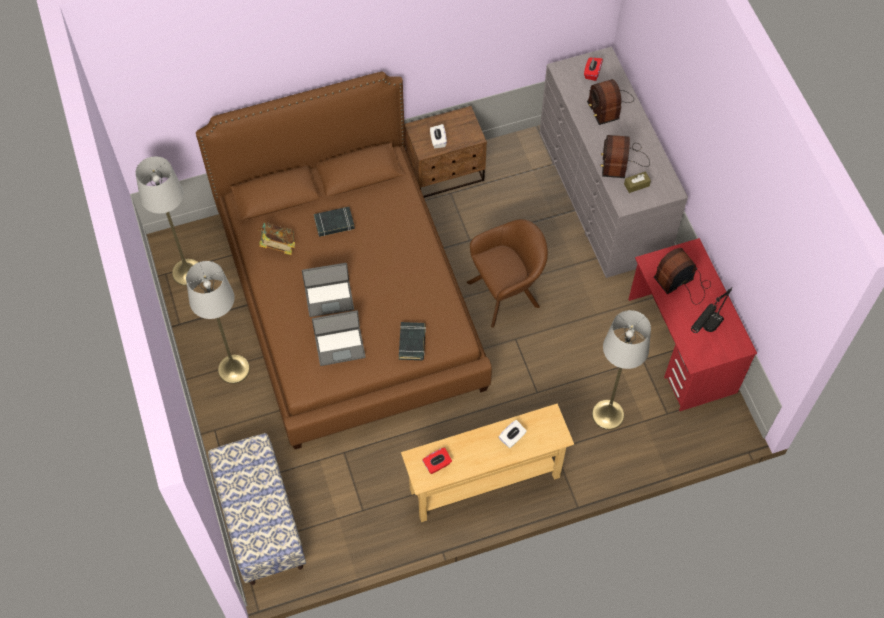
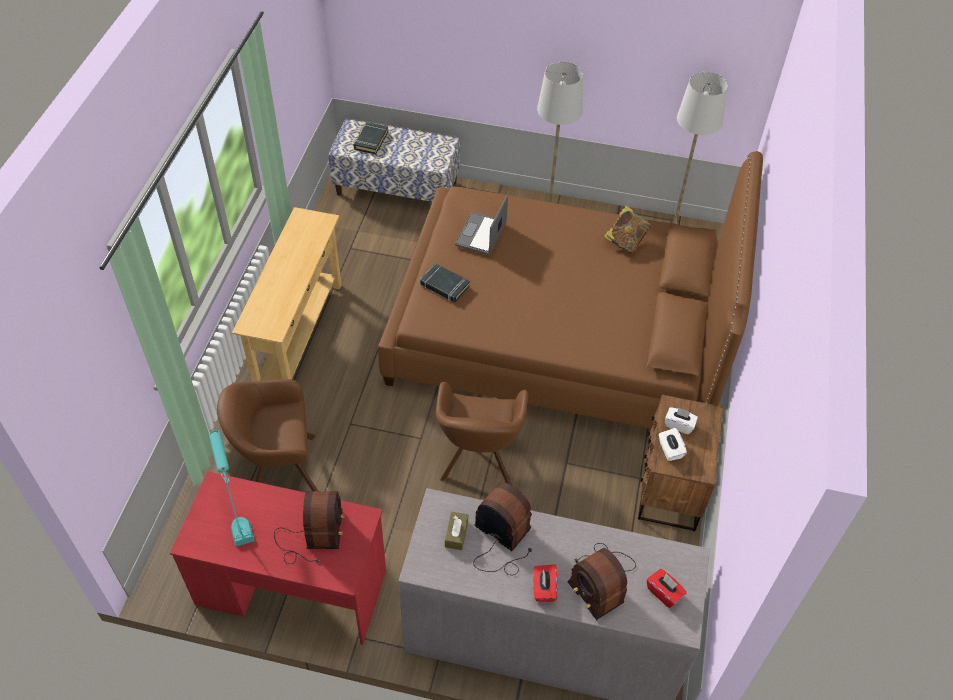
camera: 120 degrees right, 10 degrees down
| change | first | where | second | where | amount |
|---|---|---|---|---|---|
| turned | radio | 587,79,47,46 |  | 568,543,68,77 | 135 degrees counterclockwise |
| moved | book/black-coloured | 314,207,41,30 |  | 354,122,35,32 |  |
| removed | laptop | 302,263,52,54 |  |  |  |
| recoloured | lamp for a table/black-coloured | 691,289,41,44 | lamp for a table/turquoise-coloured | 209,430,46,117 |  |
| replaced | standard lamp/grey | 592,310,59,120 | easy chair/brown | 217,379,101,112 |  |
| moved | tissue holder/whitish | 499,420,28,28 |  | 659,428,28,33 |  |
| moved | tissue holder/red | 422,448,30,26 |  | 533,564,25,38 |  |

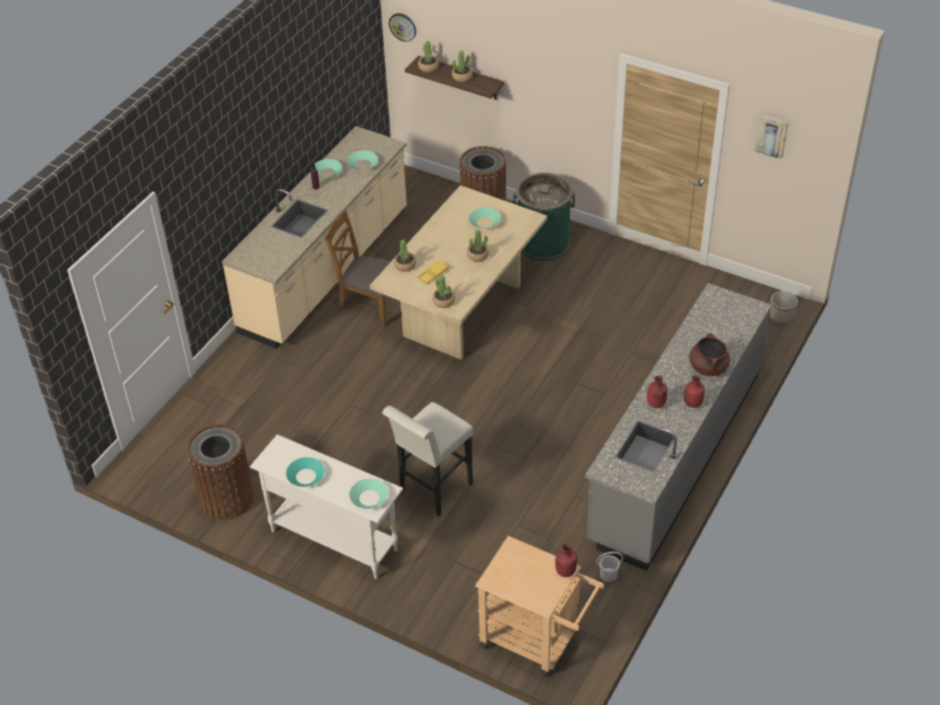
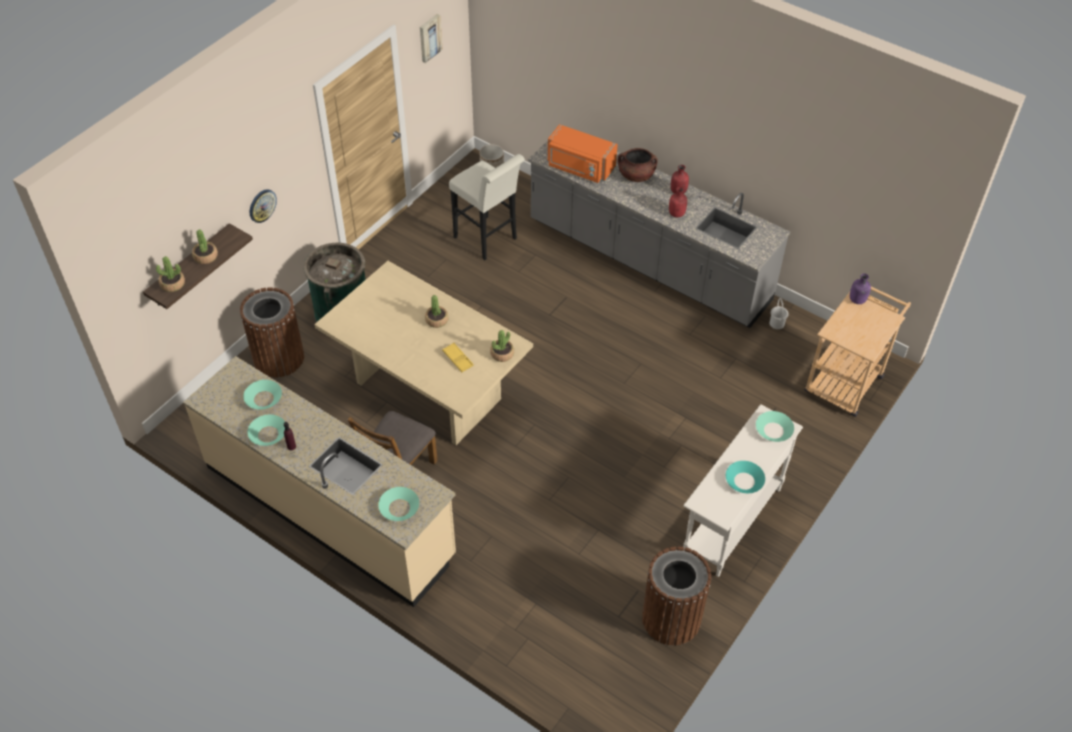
camera: 85 degrees left, 5 degrees up
| change | first | where | second | where | amount |
|---|---|---|---|---|---|
| moved | clock on the wall | 389,13,27,29 |  | 250,189,27,34 |  |
| moved | deep dish/turquoise-coloured | 469,208,32,20 |  | 378,487,41,34 |  |
| removed | houseplant | 394,240,22,32 |  |  |  |
| moved | stool seat/whitish | 382,402,91,114 |  | 449,154,76,106 |  |
| recoloured | drink bottle/red | 555,543,22,34 | drink bottle/purple-coloured | 850,274,21,30 |  |
| added |  |  | microwave oven/orange | 548,124,70,59 |  |

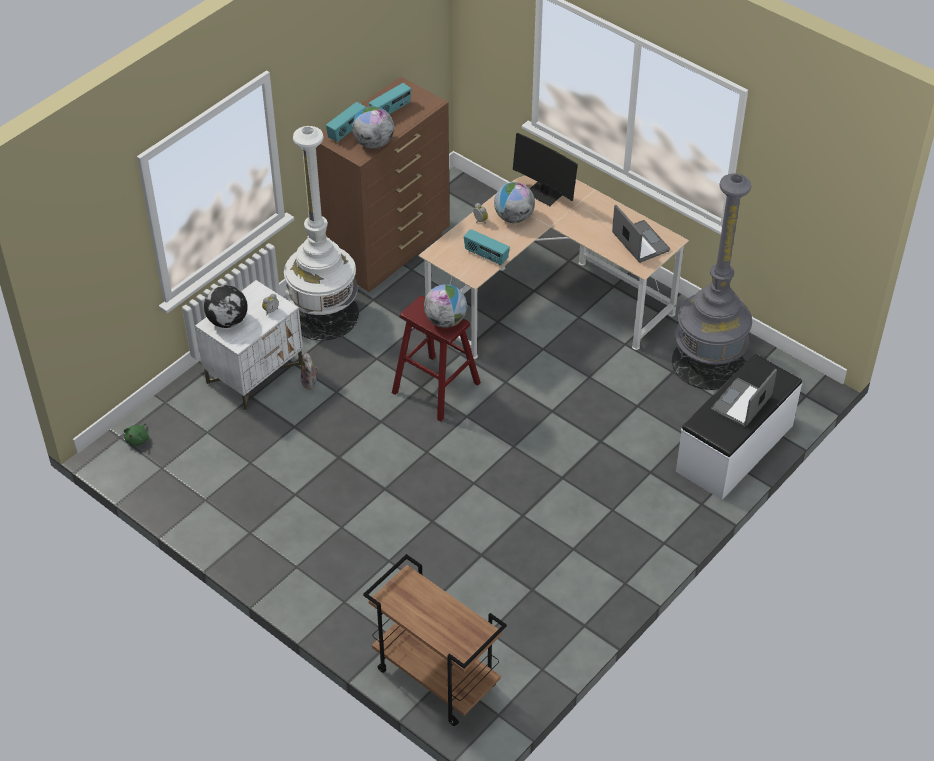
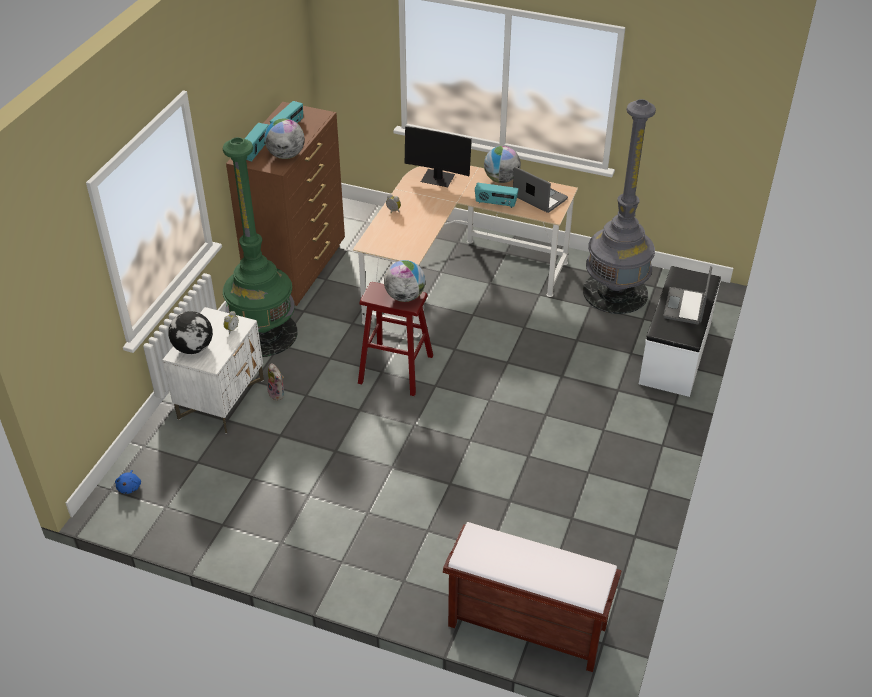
camera: 20 degrees left, 5 degrees down
| change | first | where | second | where | amount |
|---|---|---|---|---|---|
| recoloured | standard lamp/whitish | 284,126,75,215 | standard lamp/greenish | 223,137,75,220 |  |
| moved | world globe | 494,182,41,41 |  | 484,146,37,37 |  |
| moved | radio | 464,229,46,37 |  | 475,183,44,25 |  |
| recoloured | cuddly toy/greenish | 124,423,25,23 | cuddly toy/blue | 115,470,26,24 |  |
| replaced | wheeled cart/brown | 363,554,144,172 | long seat/brown | 443,522,179,150 |  |

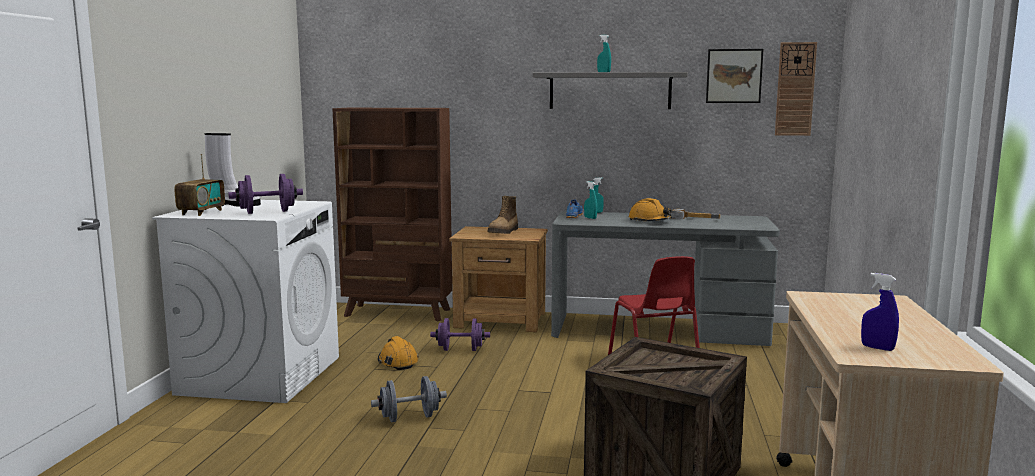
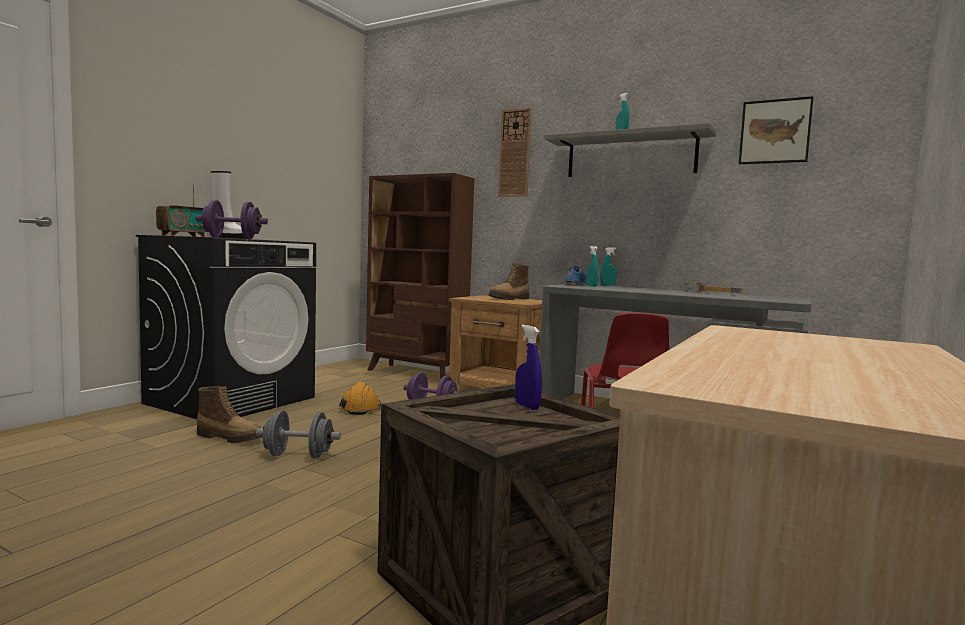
camera: 20 degrees right, 5 degrees down
| change | first | where | second | where | amount |
|---|---|---|---|---|---|
| moved | clock on the wall | 775,42,42,94 |  | 498,108,34,89 |  |
| removed | safety helmet/orange | 628,198,44,24 |  |  |  |
| recoloured | laundry appliance/whitish | 152,200,187,203 | laundry appliance/black-coloured | 136,235,180,184 |  |
| moved | sprayer/blue | 861,273,38,78 |  | 515,325,27,85 |  |
| added |  |  | tall boot | 197,386,65,57 |  |

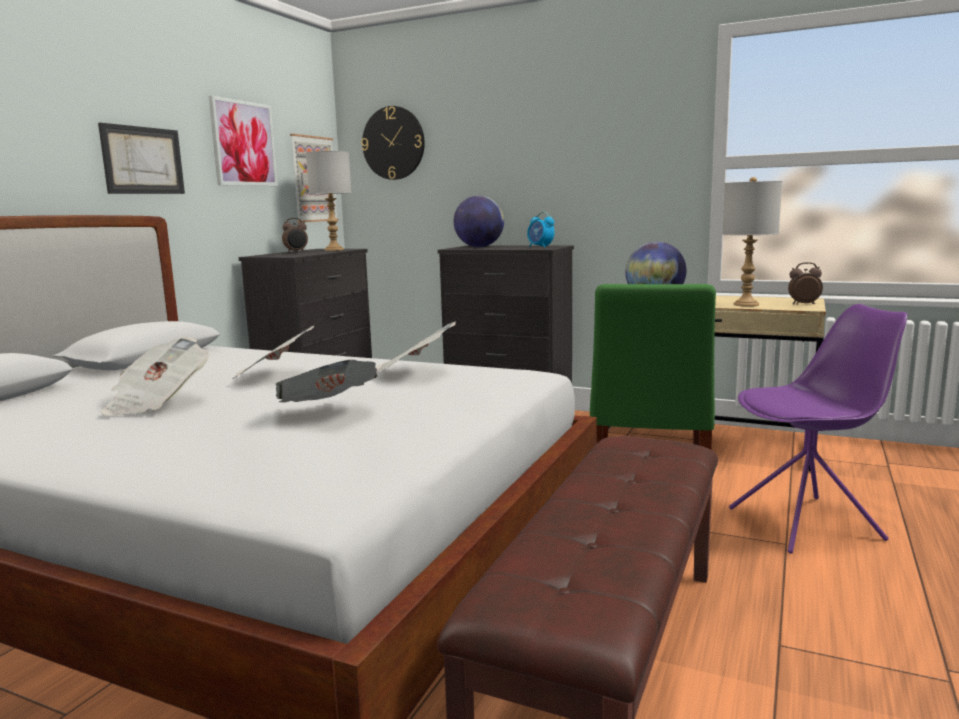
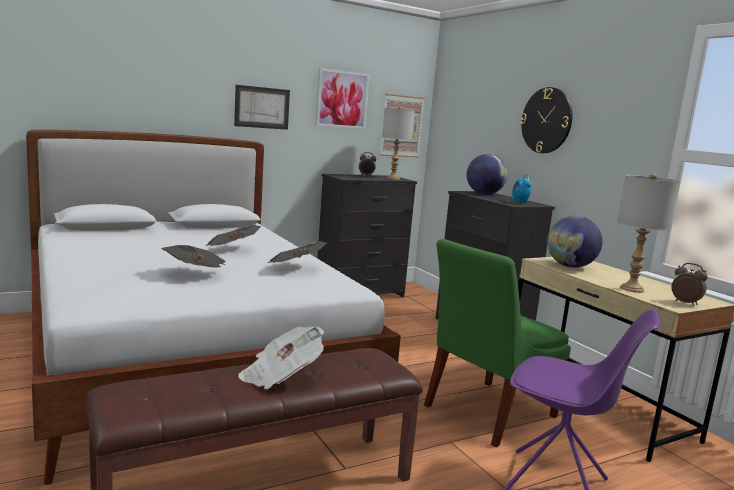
camera: 35 degrees right, 0 degrees up
| change | first | where | second | where | amount |
|---|---|---|---|---|---|
| moved | clock on the wall | 361,106,64,74 |  | 520,87,52,66 |  |
| moved | newspaper | 101,337,108,79 |  | 238,326,86,63 |  |

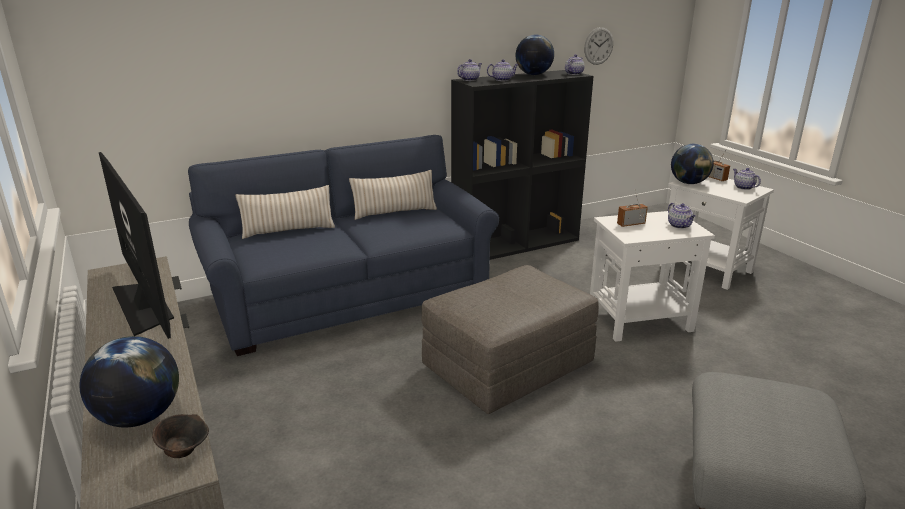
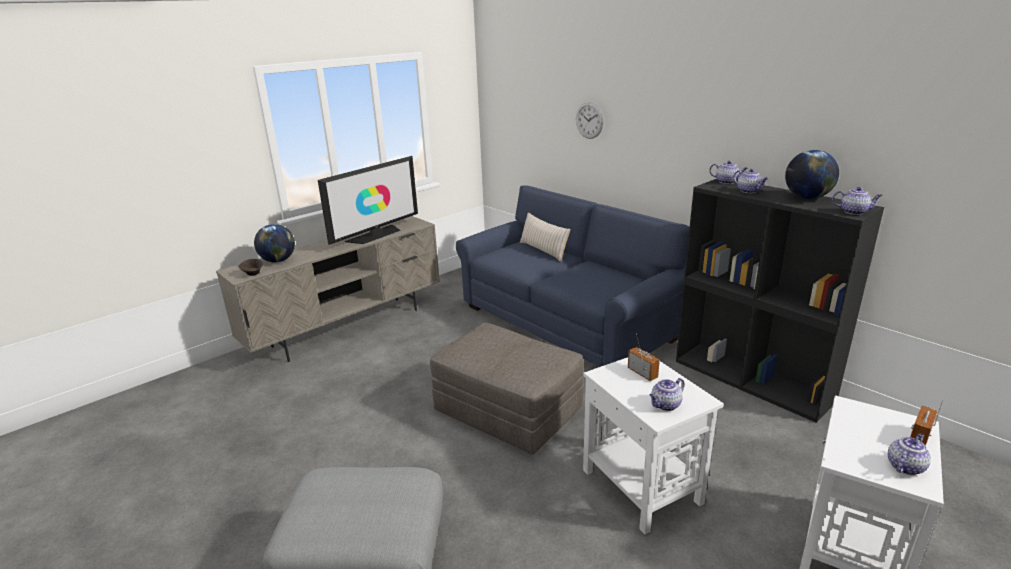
camera: 75 degrees right, 0 degrees up
| change | first | where | second | where | amount |
|---|---|---|---|---|---|
| moved | clock on the wall | 584,27,29,38 |  | 576,102,28,37 |  |
| removed | world globe | 671,144,43,40 |  |  |  |
| removed | cushion/beige-coloured | 349,170,88,50 |  |  |  |

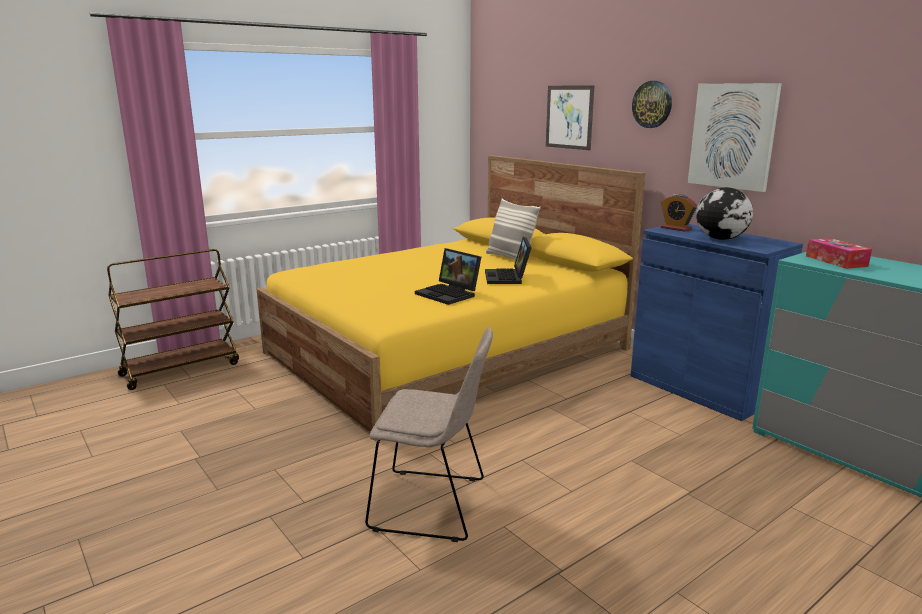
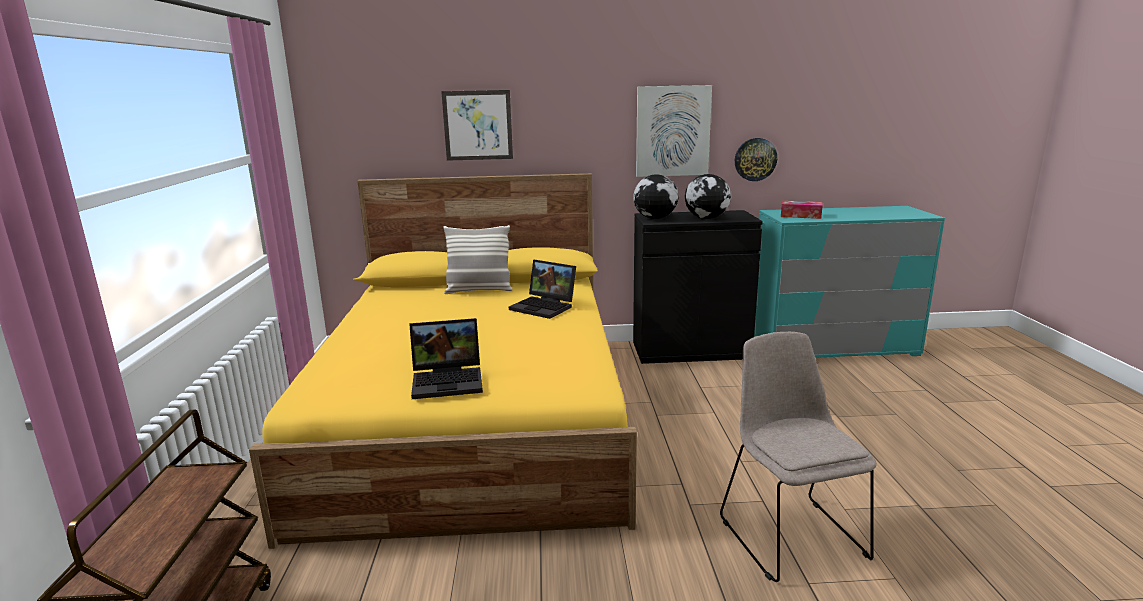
camera: 55 degrees left, 0 degrees up
| change | first | where | second | where | amount |
|---|---|---|---|---|---|
| moved | clock on the wall | 632,81,40,47 |  | 735,138,42,43 |  |
| replaced | table clock | 661,194,36,38 | world globe | 633,174,46,45 |  |
| recoloured | cupboard/blue | 631,224,172,197 | cupboard/black-coloured | 633,210,130,154 |  |
| moved | laptop | 415,248,66,57 |  | 409,318,74,81 |  |
| turned | upright chair/beige-coloured | 365,328,128,214 |  | 720,332,157,250 | 60 degrees counterclockwise |

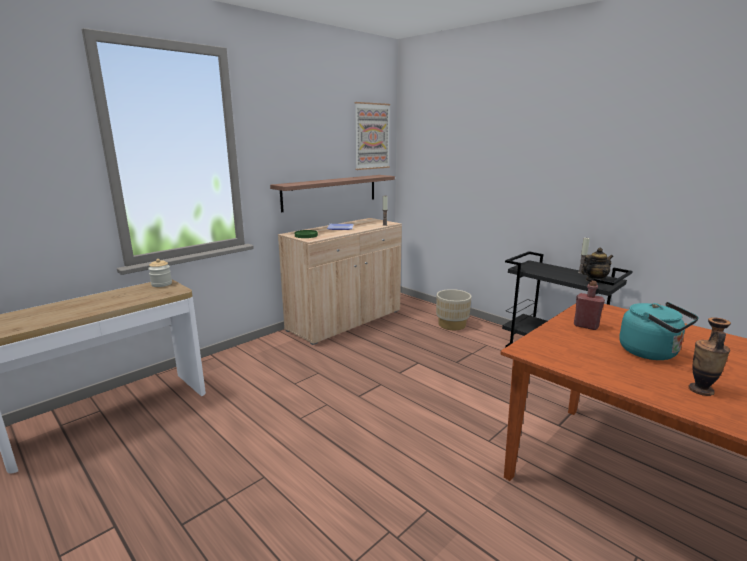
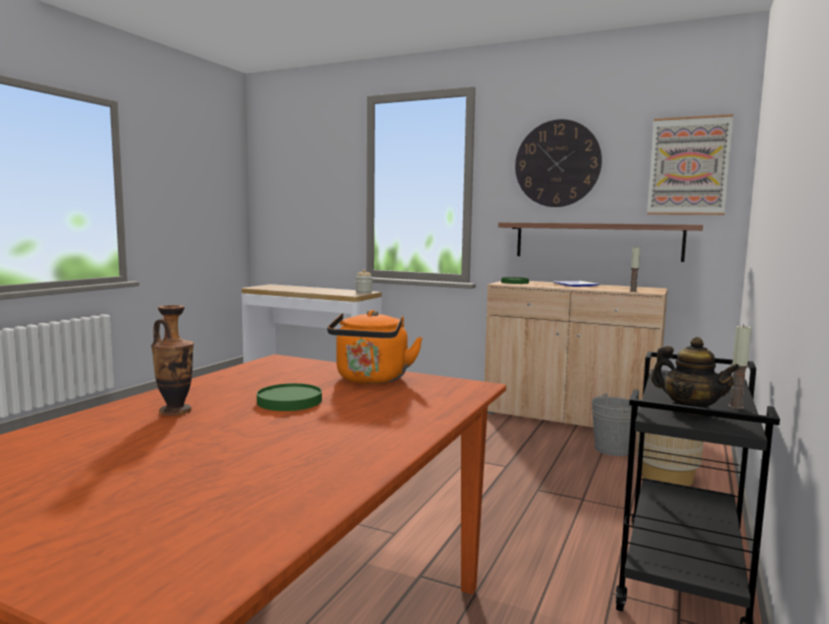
camera: 70 degrees right, 10 degrees down
| change | first | where | second | where | amount |
|---|---|---|---|---|---|
| replaced | drink bottle/red | 574,281,31,49 | tea kettle/orange | 327,310,96,74 |  |
| replaced | tea kettle/turquoise-coloured | 619,302,80,58 | flat dish/greenish | 257,383,65,28 |  |
| added |  |  | clock on the wall | 515,119,87,88 |  |
| added |  |  | pail/grey | 591,393,49,63 |  |

